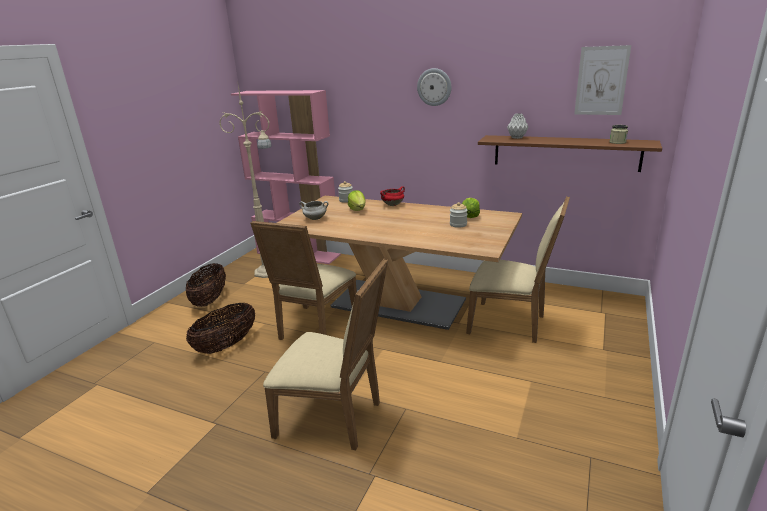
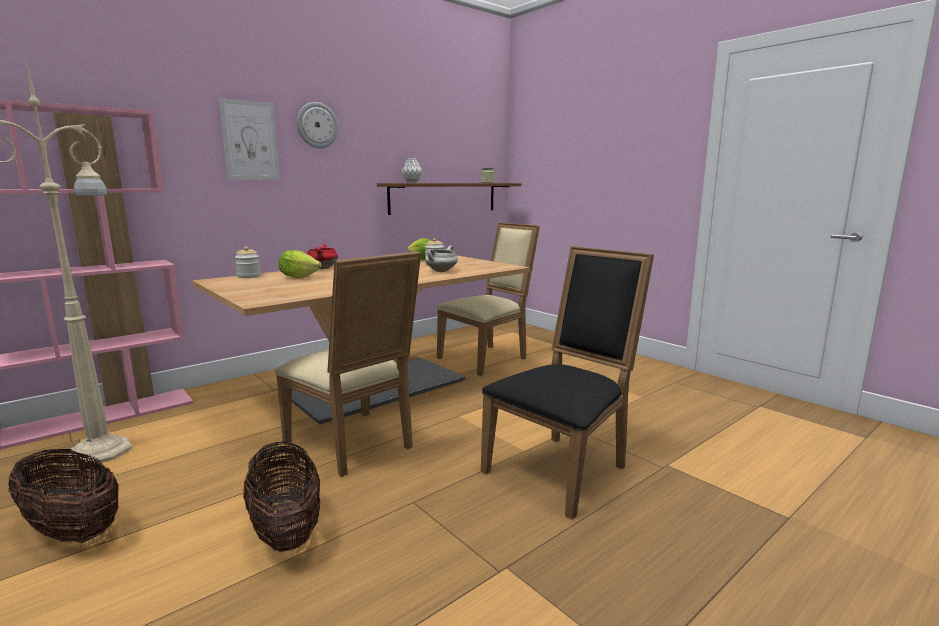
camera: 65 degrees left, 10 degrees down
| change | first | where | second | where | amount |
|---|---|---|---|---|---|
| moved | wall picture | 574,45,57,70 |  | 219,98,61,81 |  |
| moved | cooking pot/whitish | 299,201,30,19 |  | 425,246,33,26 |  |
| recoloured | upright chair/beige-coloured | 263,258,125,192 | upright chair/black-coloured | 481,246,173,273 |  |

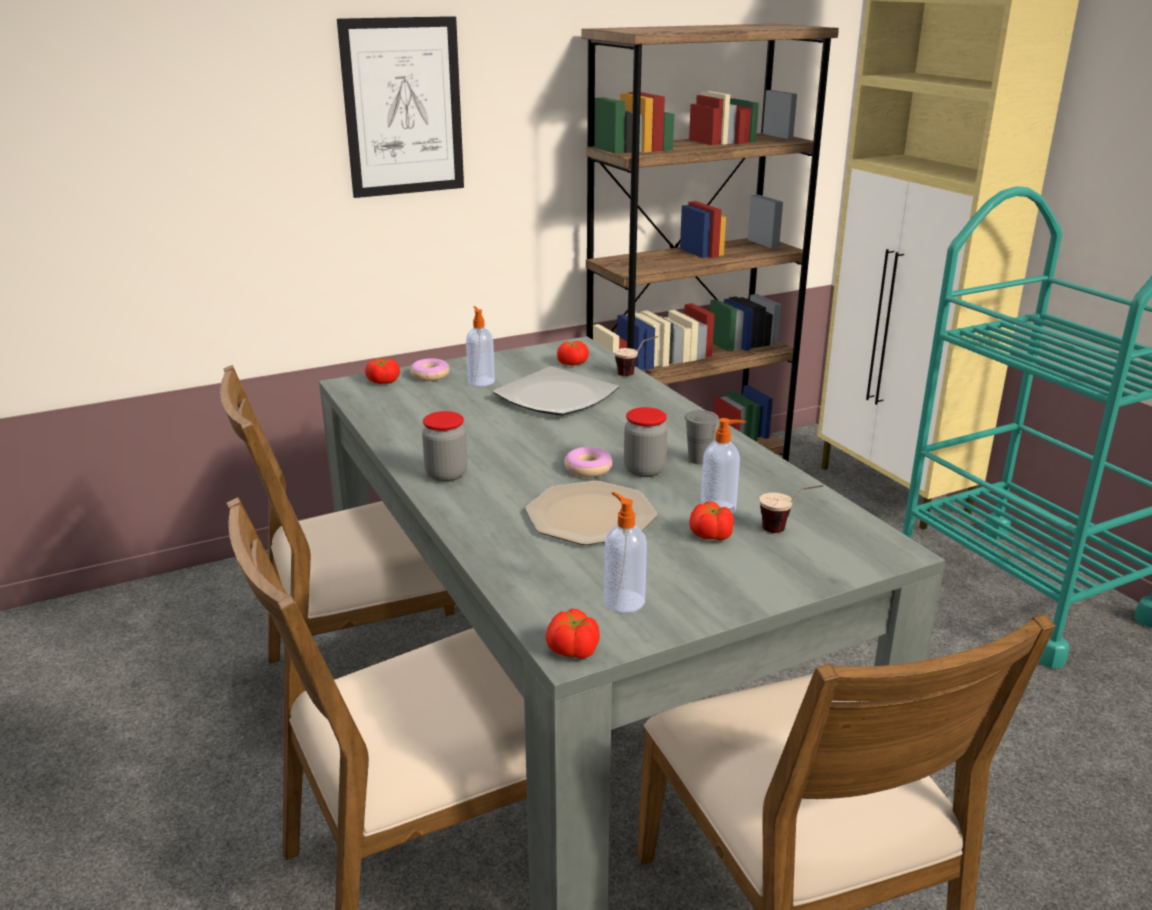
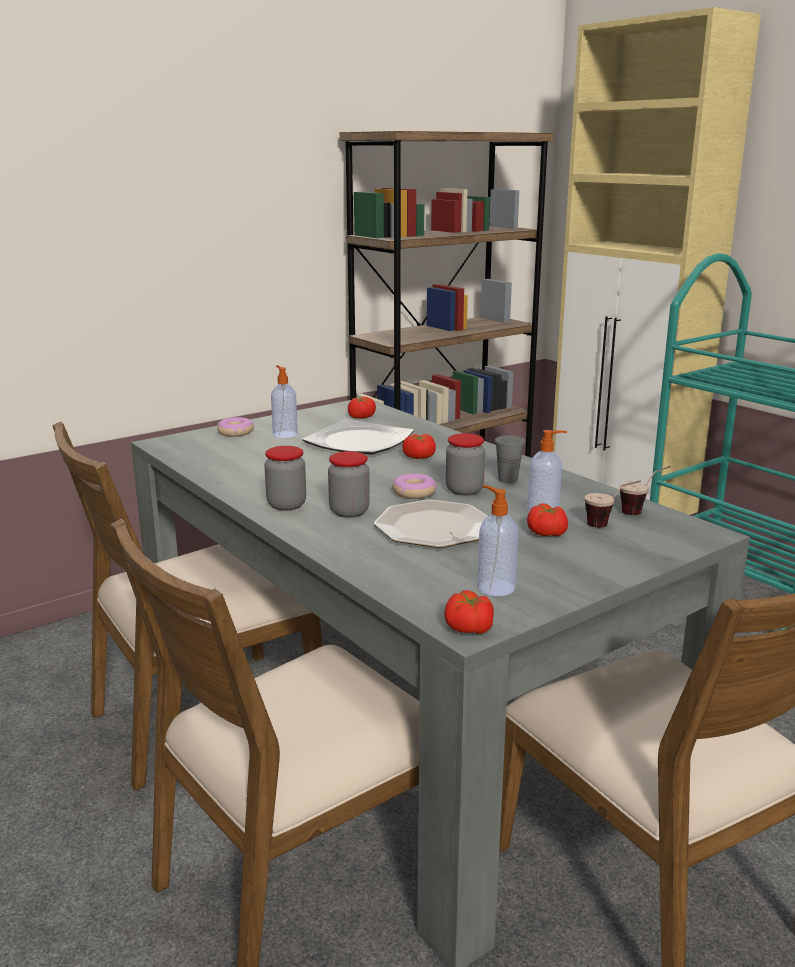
camera: 10 degrees left, 5 degrees down
| change | first | where | second | where | amount |
|---|---|---|---|---|---|
| removed | wall picture | 337,16,127,182 |  |  |  |
| moved | drinking cup | 614,336,44,40 |  | 619,466,52,49 |  |
| moved | fresh tomato | 365,358,35,26 |  | 402,434,34,25 |  |
| added |  |  | storage jar | 328,451,42,67 |  |

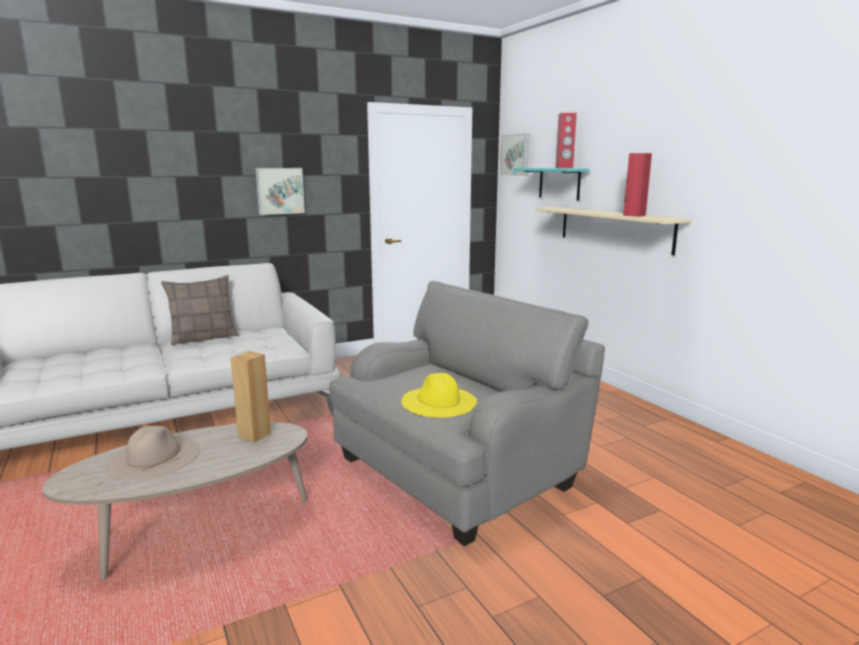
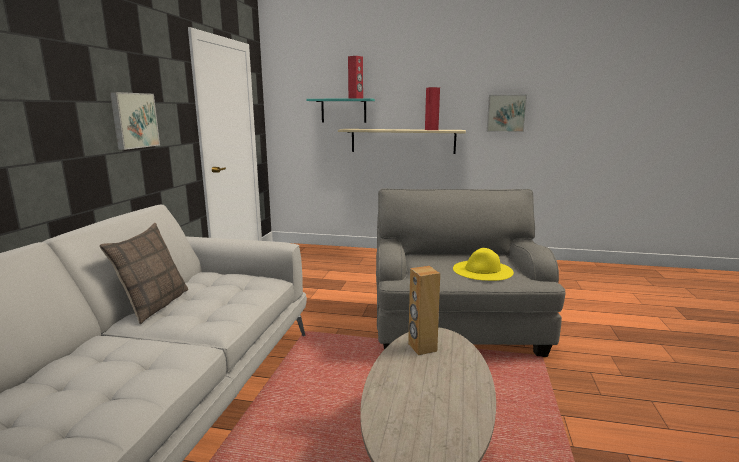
camera: 50 degrees left, 0 degrees up
| change | first | where | second | where | amount |
|---|---|---|---|---|---|
| moved | wall picture | 500,134,29,42 |  | 487,95,40,37 |  |
| removed | wearable hat/beige-coloured | 106,426,94,53 |  |  |  |

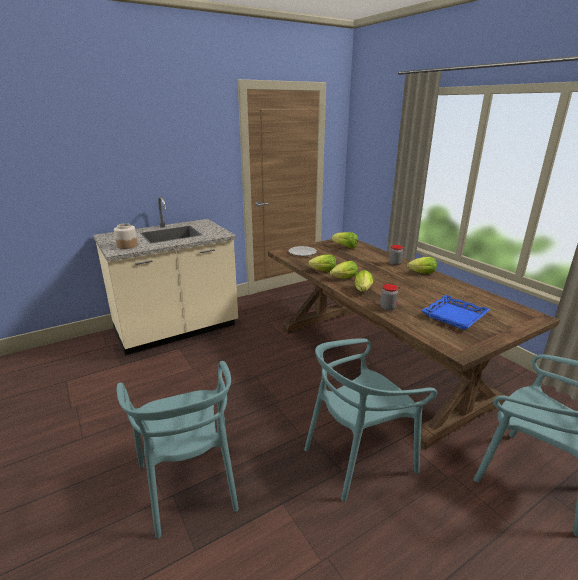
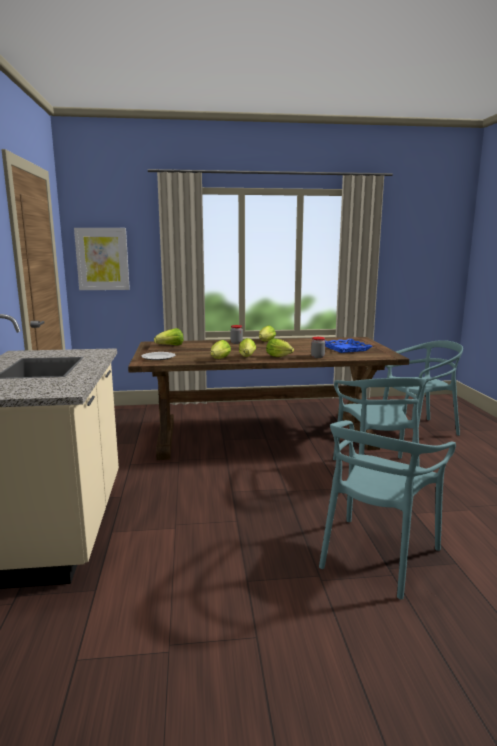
camera: 65 degrees left, 10 degrees down
| change | first | where | second | where | amount |
|---|---|---|---|---|---|
| removed | storage jar | 114,223,24,26 |  |  |  |
| turned | upright chair/turquoise-coloured | 116,361,123,177 |  | 319,420,137,179 | 120 degrees clockwise |
| added |  |  | wall picture | 74,228,56,62 |  |

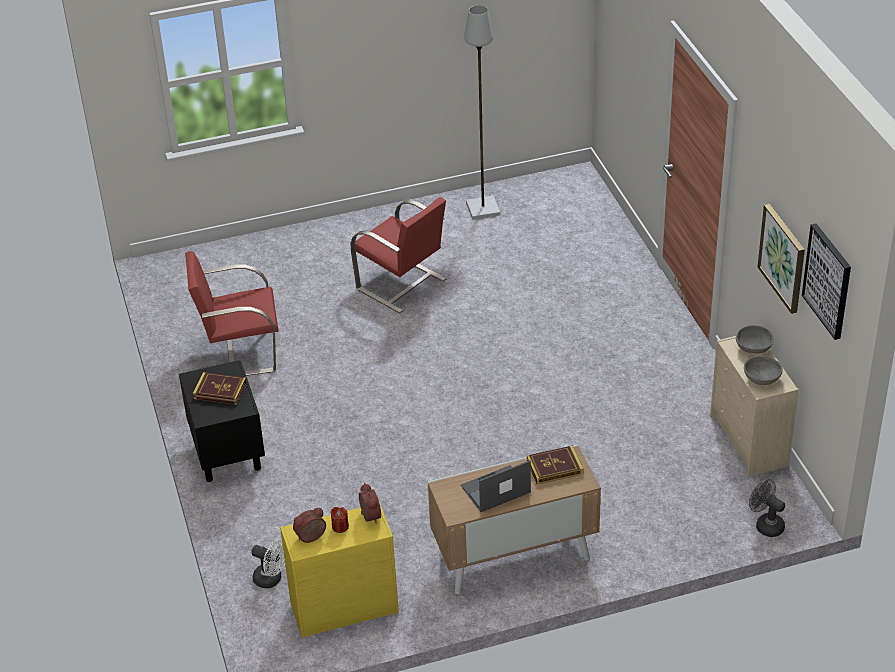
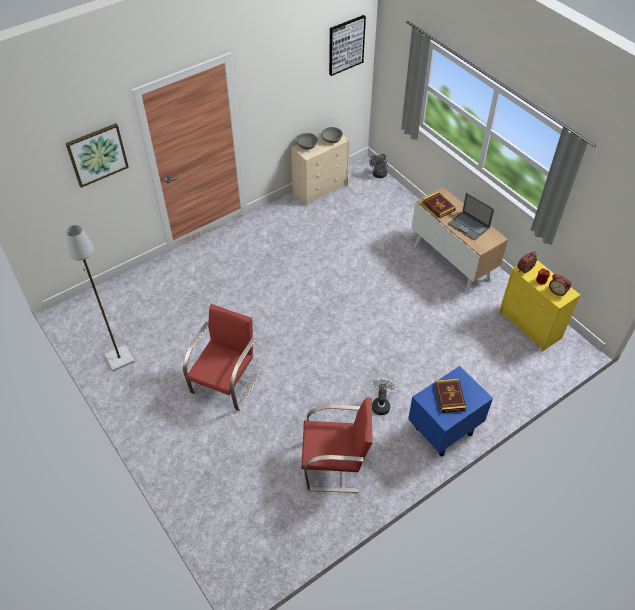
camera: 110 degrees left, 10 degrees up
| change | first | where | second | where | amount |
|---|---|---|---|---|---|
| moved | wall picture | 757,204,48,110 |  | 66,123,63,65 |  |
| turned | upright chair/red | 185,251,94,125 |  | 301,397,72,96 | 60 degrees counterclockwise |
| recoloured | nightstand/black-coloured | 179,360,86,122 | nightstand/blue | 408,366,85,90 |  |
| moved | cooling fan/whitish | 251,540,34,48 |  | 371,378,25,37 |  |

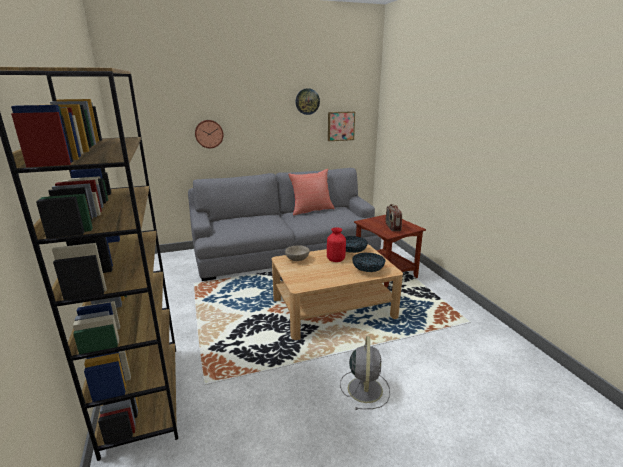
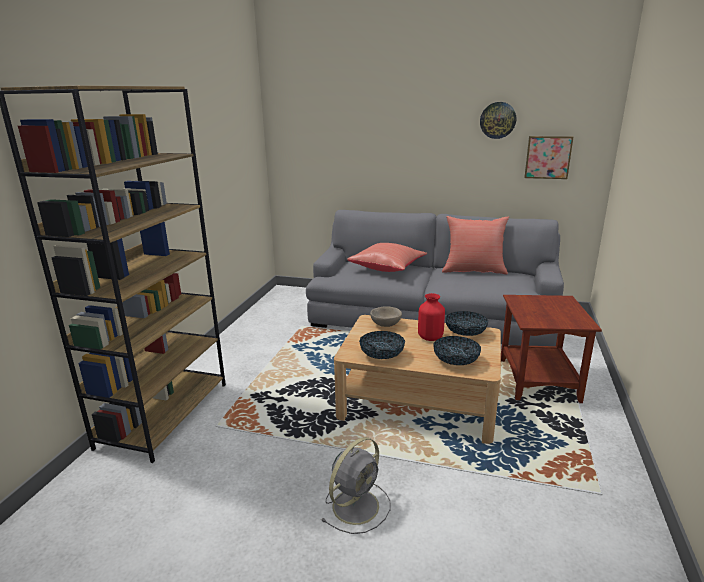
camera: 35 degrees right, 0 degrees up
| change | first | where | second | where | amount |
|---|---|---|---|---|---|
| removed | clock on the wall | 195,120,29,28 |  |  |  |
| removed | radio | 385,204,17,27 |  |  |  |
| added |  |  | cushion/red | 347,243,80,29 |  |
| added |  |  | deep dish | 359,331,46,28 |  |

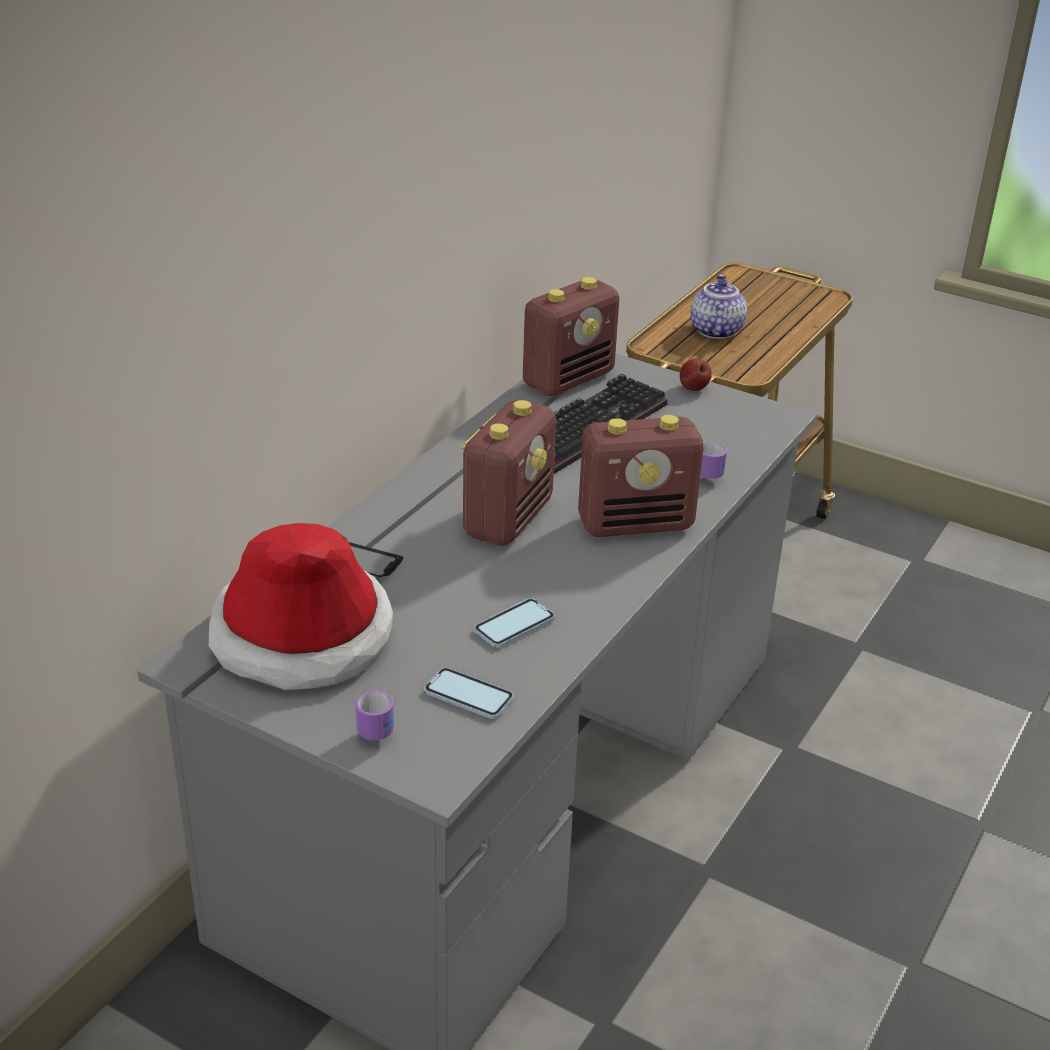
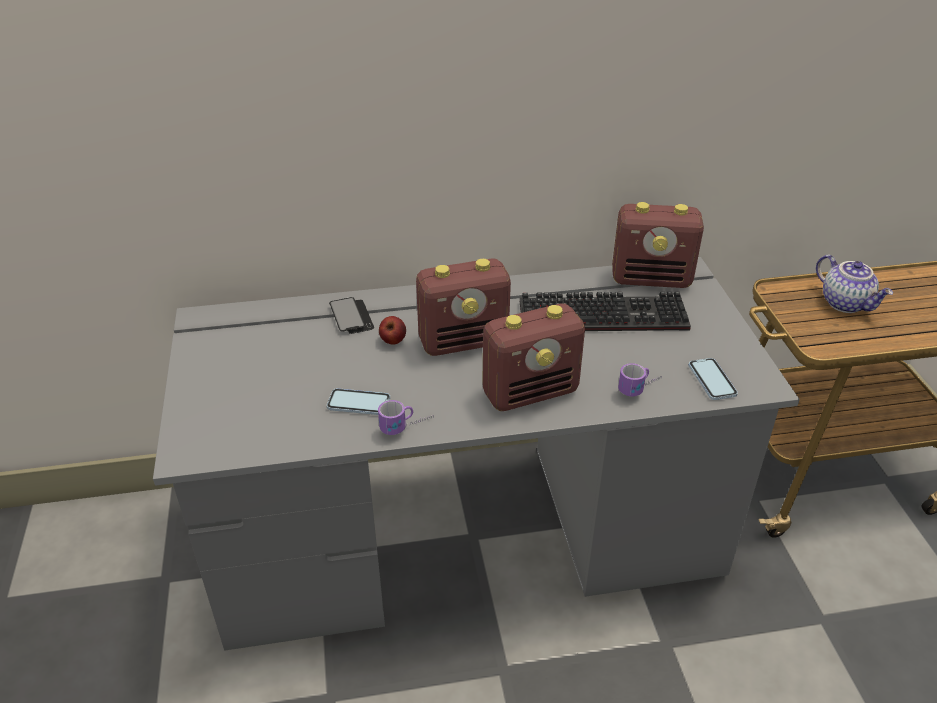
camera: 50 degrees right, 5 degrees up
| change | first | where | second | where | amount |
|---|---|---|---|---|---|
| turned | tea pot | 690,274,57,65 |  | 816,255,77,58 | 90 degrees clockwise |
| moved | apple | 680,359,32,32 |  | 379,316,27,29 |  |
| turned | radio | 578,415,125,122 |  | 482,303,103,108 | 60 degrees counterclockwise |
| removed | wearable hat | 209,523,184,167 |  |  |  |
| moved | phone | 424,667,90,52 |  | 688,358,50,42 |  |
| moved | tea mug | 355,690,41,50 |  | 378,400,56,35 |  |

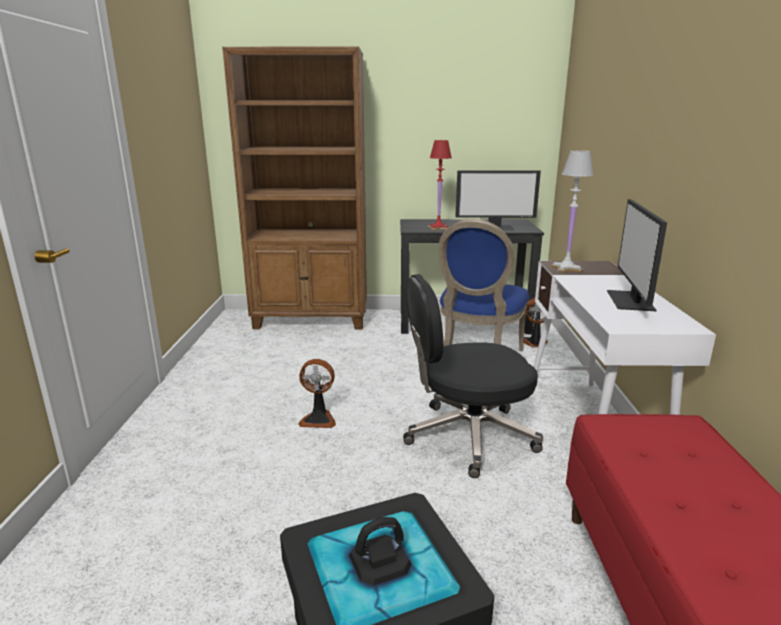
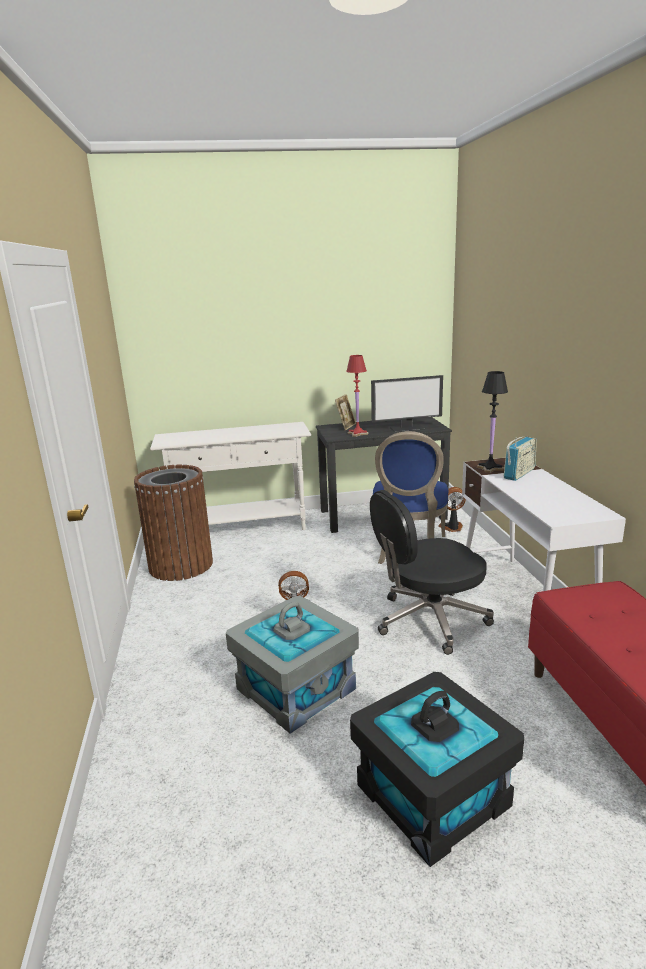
camera: 10 degrees left, 0 degrees up
| change | first | where | second | where | amount |
|---|---|---|---|---|---|
| replaced | bookshelf/brown | 222,47,145,283 | console table/whitish | 150,422,161,108 |  |
| recoloured | lamp for a table/whitish | 550,150,44,123 | lamp for a table/black-coloured | 477,371,31,102 |  |
| removed | monitor | 607,199,60,112 |  |  |  |
| added |  |  | photo frame | 335,394,21,36 |  |
| added |  |  | radio | 504,436,33,45 |  |
| added |  |  | trash can/brown | 134,465,79,116 |  |
| added |  |  | storage bin/grey | 226,596,133,138 |  |

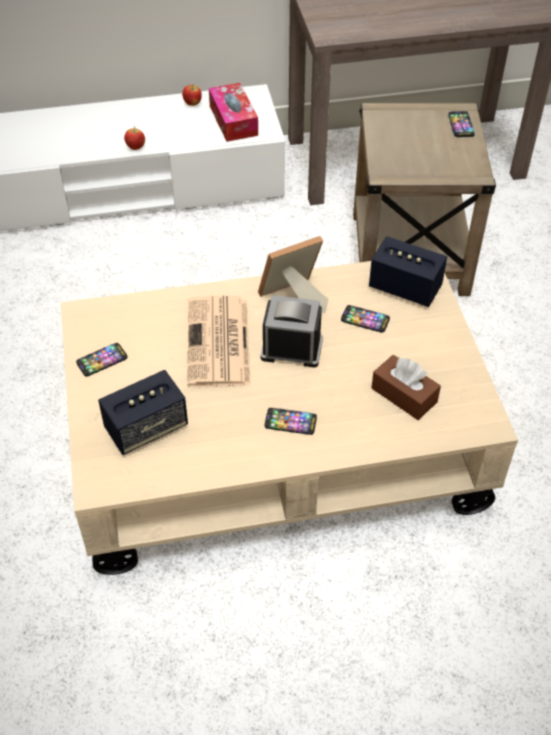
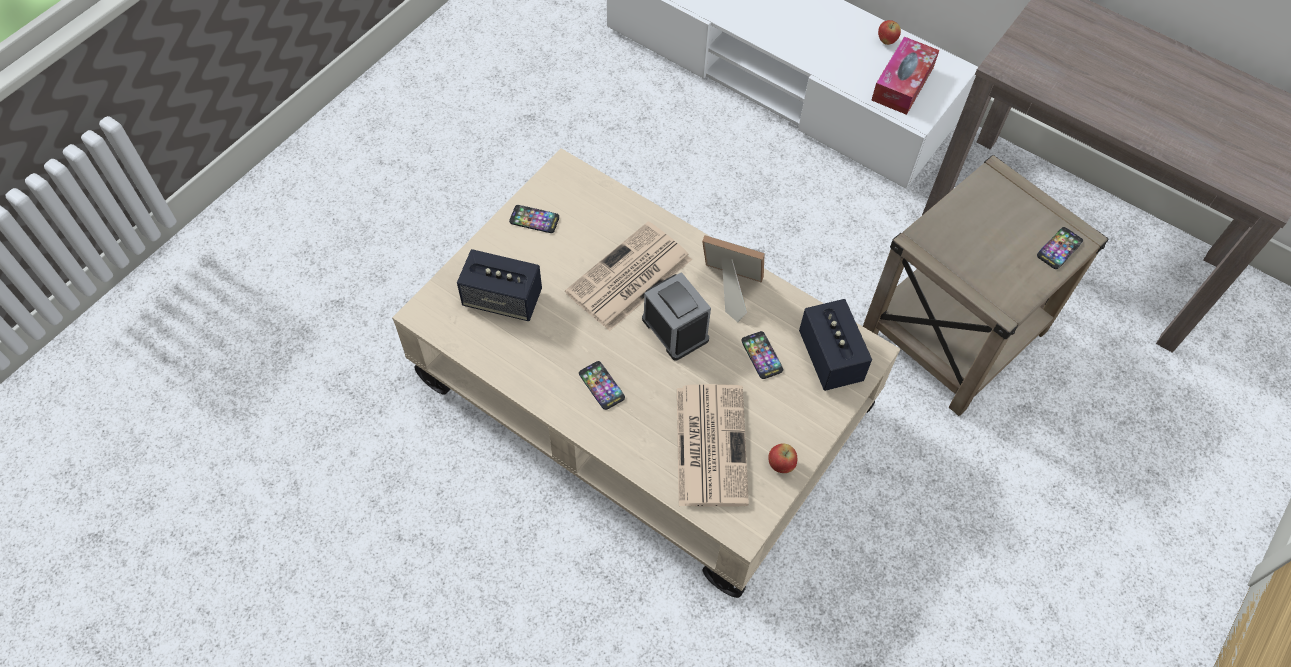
camera: 45 degrees right, 10 degrees up
| change | first | where | second | where | amount |
|---|---|---|---|---|---|
| moved | apple | 124,126,21,24 |  | 768,443,29,30 |  |
| replaced | tissue holder/brown | 372,355,69,65 | newspaper | 677,384,72,123 |  |

